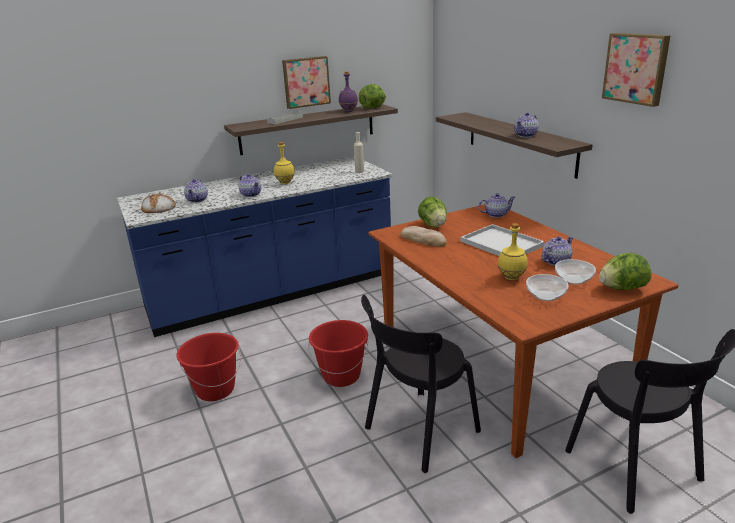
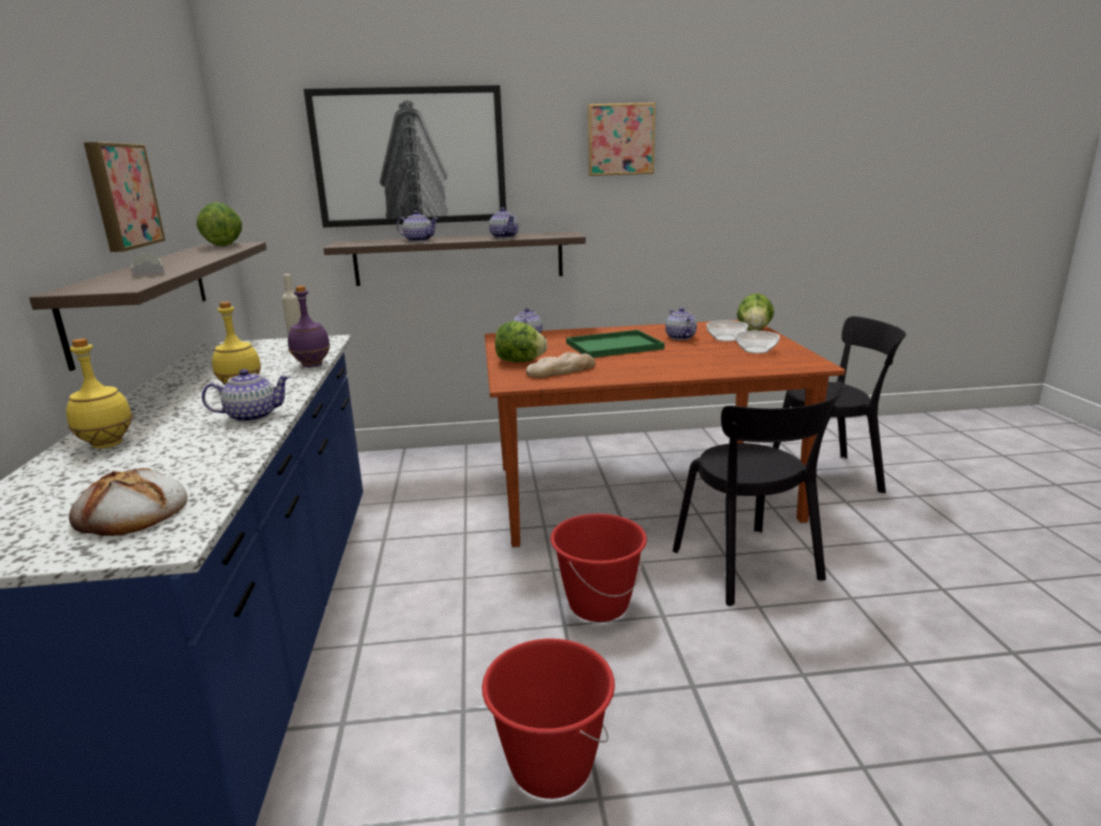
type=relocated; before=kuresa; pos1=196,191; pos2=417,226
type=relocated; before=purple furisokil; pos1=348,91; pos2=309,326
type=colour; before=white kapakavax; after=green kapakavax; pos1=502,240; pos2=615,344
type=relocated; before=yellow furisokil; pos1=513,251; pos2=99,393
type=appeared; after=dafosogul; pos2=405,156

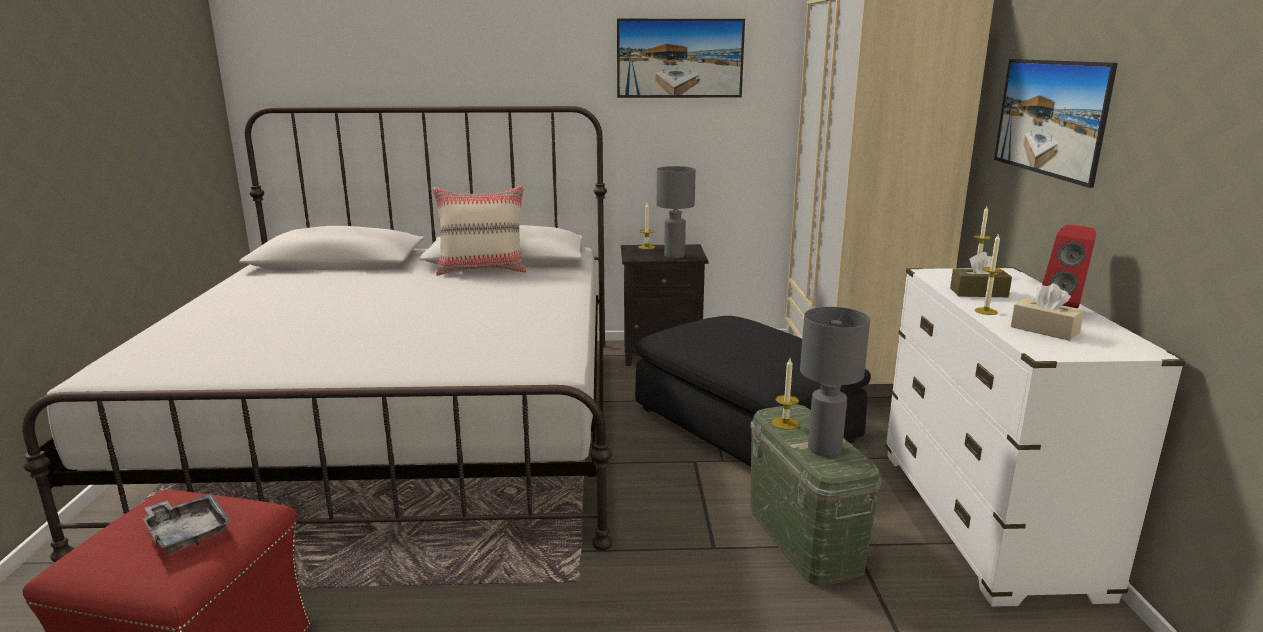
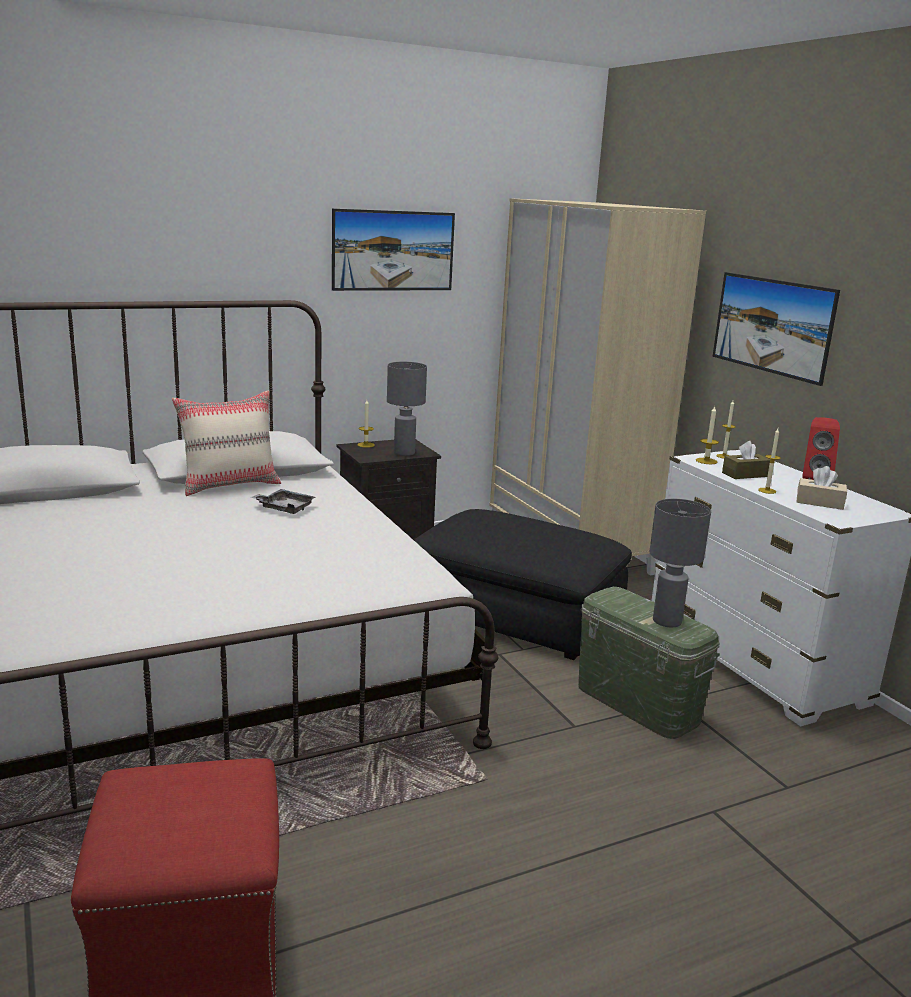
type=relocated; before=grey kapakavax; pos1=186,523; pos2=283,501
type=relocated; before=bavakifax; pos1=785,394; pos2=707,435

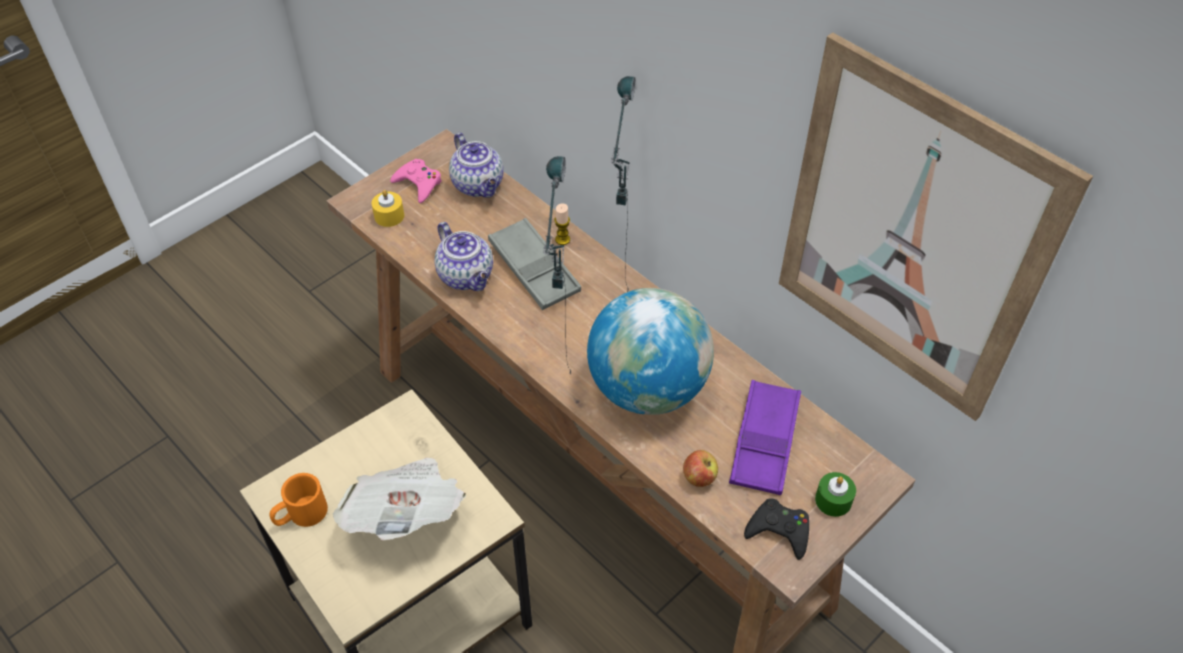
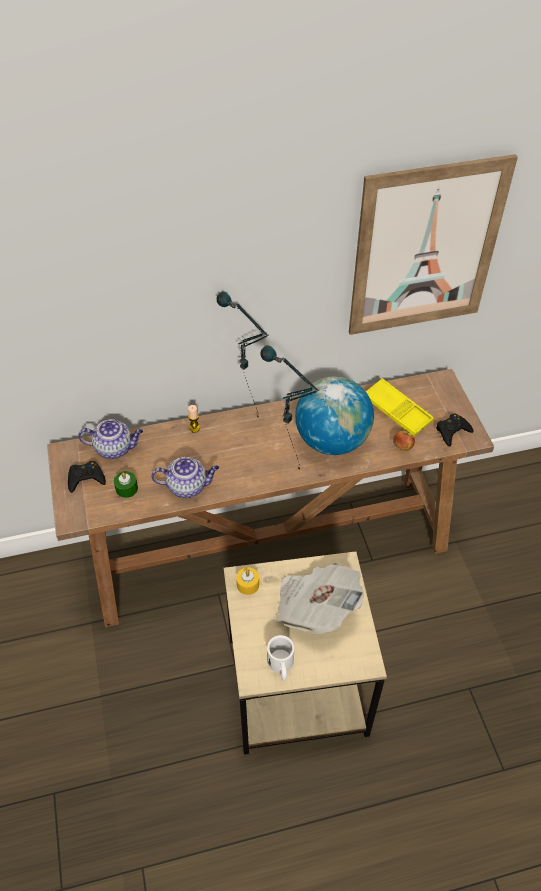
type=colour; before=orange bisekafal; after=white bisekafal; pos1=299,500; pos2=281,658
type=relocated; before=yellow bavakifax; pos1=388,208; pos2=247,581
type=colour; before=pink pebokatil; after=black pebokatil; pos1=416,181; pos2=87,477
type=missing; before=grey kapakavax; pos1=534,264
type=colour; before=purple kapakavax; after=yellow kapakavax; pos1=765,437; pos2=400,407
type=relocated; before=green bavakifax; pos1=835,494; pos2=126,484

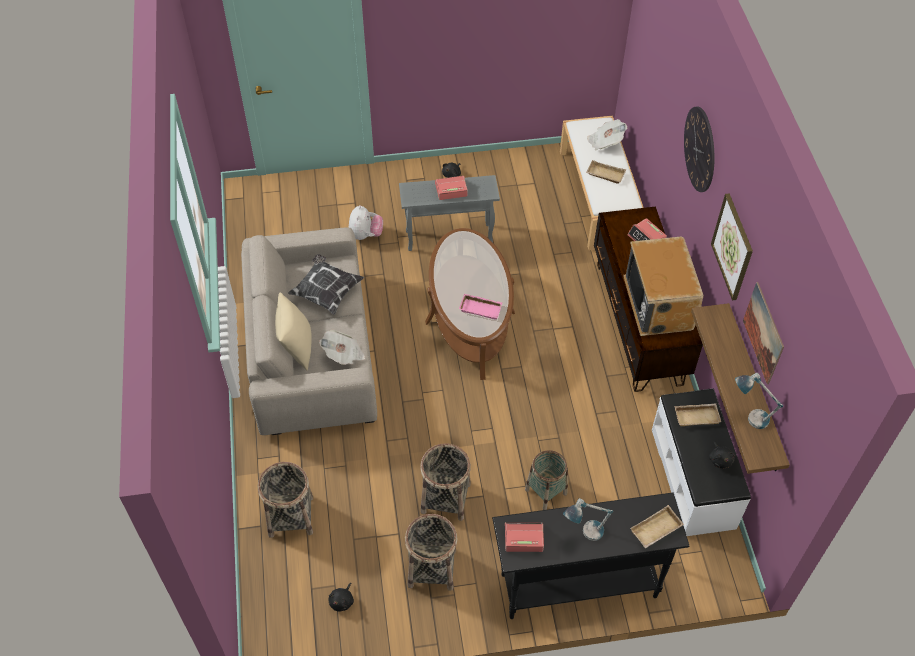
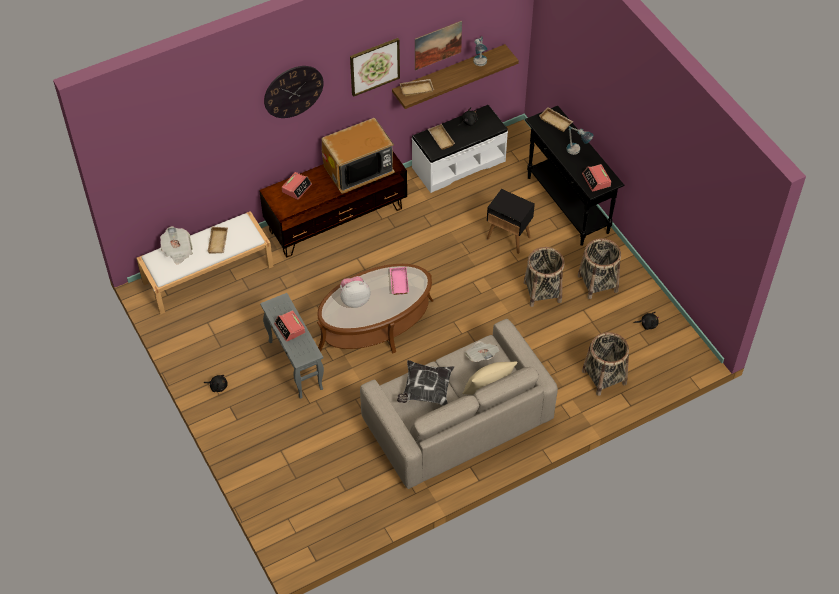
type=relocated; before=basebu; pos1=366,222; pos2=355,292
type=exchanged; before=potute; after=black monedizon; pos1=546,480; pos2=511,221
type=appeared; after=beige kapakavax; pos2=417,87

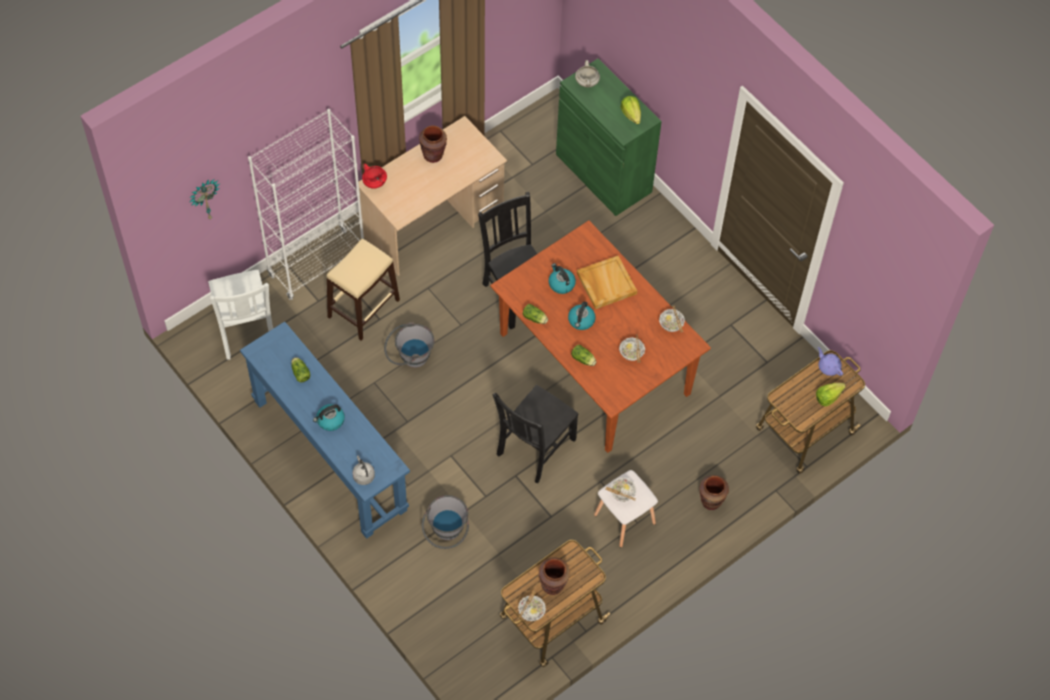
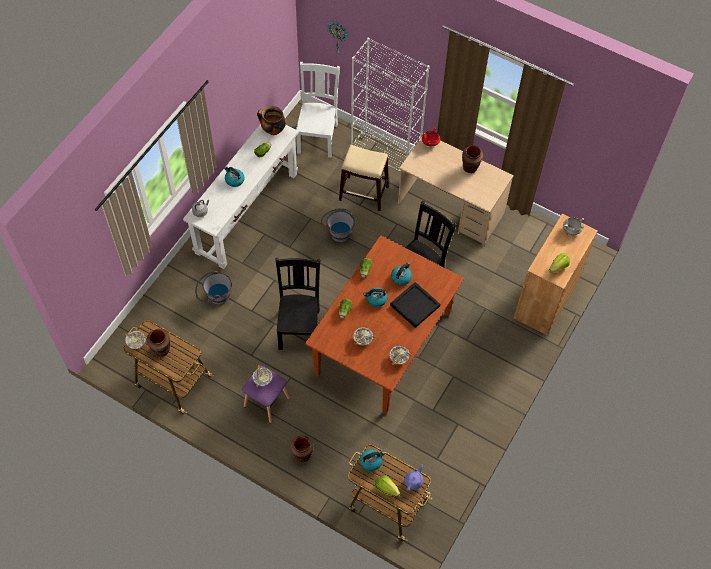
type=spun; before=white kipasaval; pos1=240,315; pos2=318,110; turn=135
type=colour; before=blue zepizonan; after=white zepizonan; pos1=325,430; pos2=241,196
type=spun; before=black kipasaval; pos1=535,434; pos2=297,304; turn=75
type=colour; before=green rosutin; after=brown rosutin; pos1=609,137; pos2=556,274
type=colour; before=beige kapakavax; after=black kapakavax; pos1=607,282; pos2=415,305
type=colour; before=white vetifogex; after=purple vetifogex; pos1=626,508; pos2=266,394
type=appeared; after=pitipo; pos2=271,120
type=appeared; after=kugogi; pos2=372,460

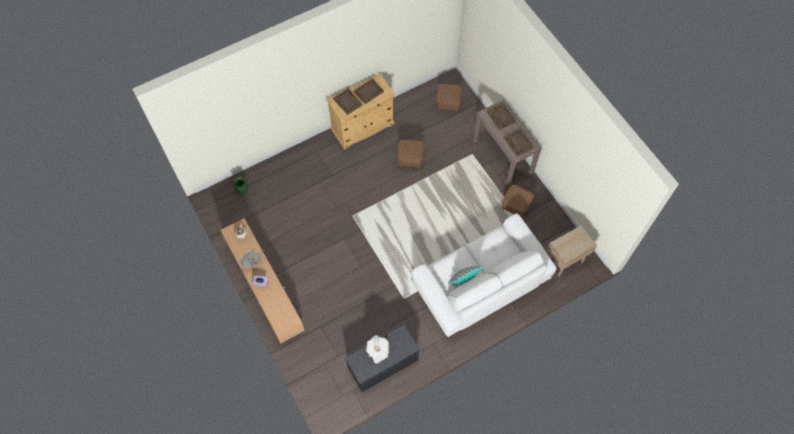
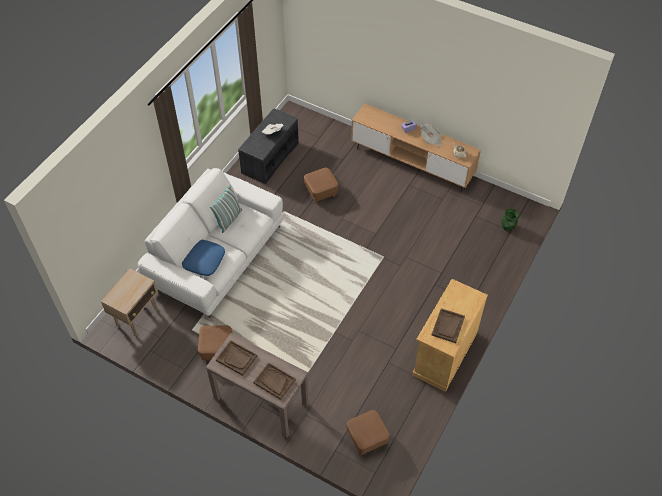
type=missing; before=brown kapakavax; pos1=348,102
type=relocated; before=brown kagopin; pos1=410,153; pos2=321,185
type=appeared; after=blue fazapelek; pos2=203,258

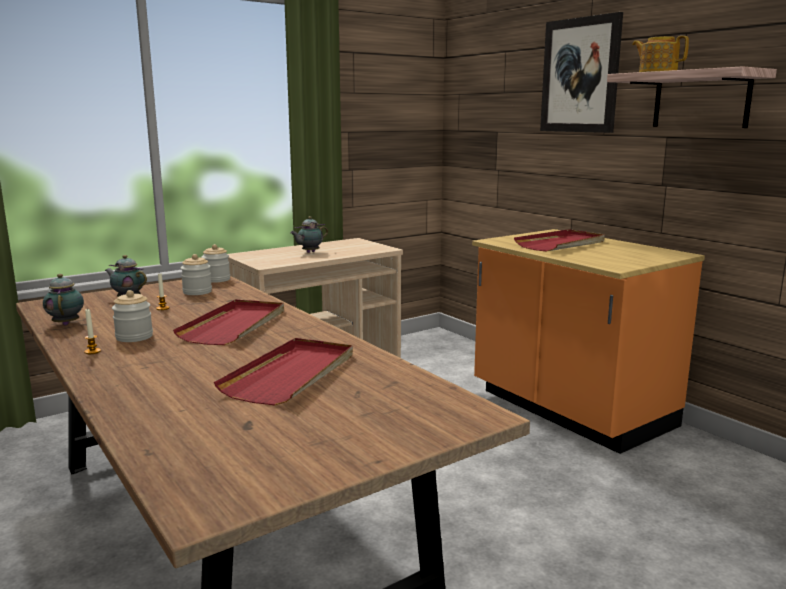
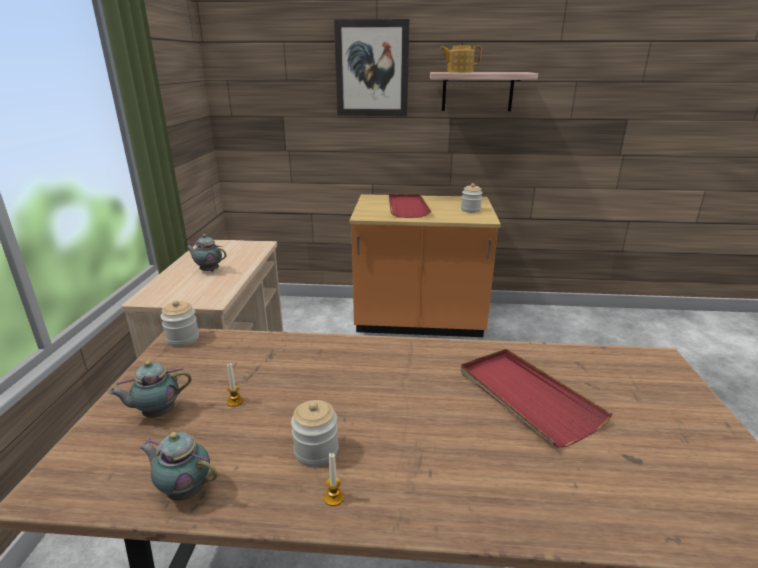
type=missing; before=red kapakavax; pos1=228,322
type=relocated; before=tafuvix; pos1=196,274; pos2=471,198
type=spun; before=kuresa; pos1=309,234; pos2=206,253; turn=105

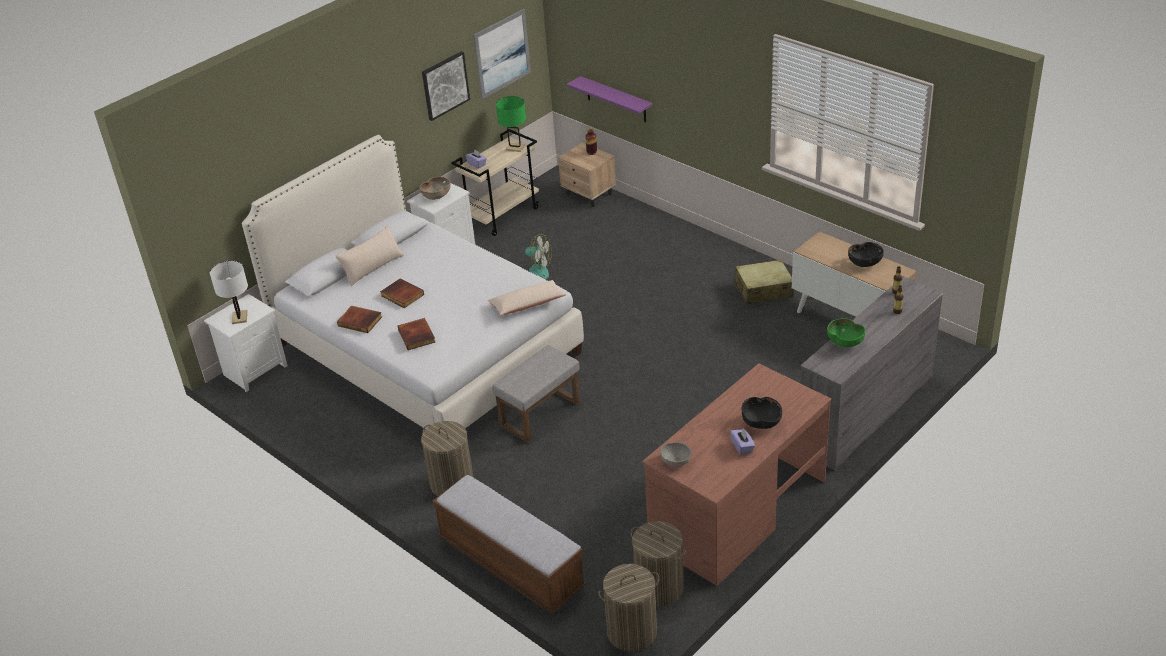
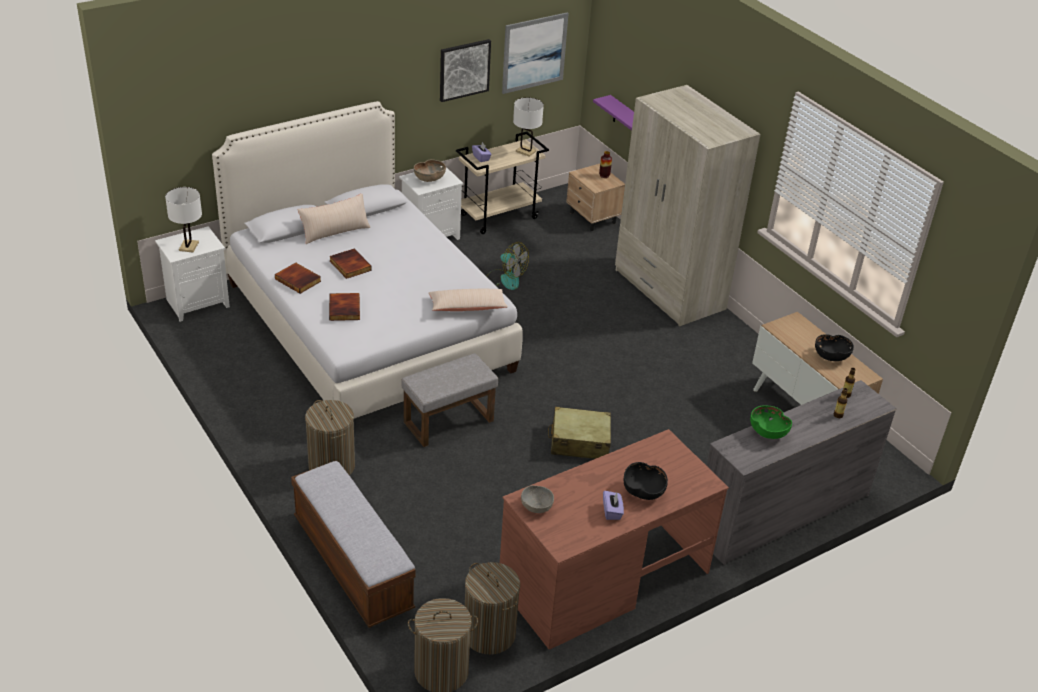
type=colour; before=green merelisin; after=white merelisin; pos1=511,124; pos2=528,127
type=relocated; before=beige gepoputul; pos1=764,282; pos2=579,433
type=appeared; after=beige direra; pos2=688,205

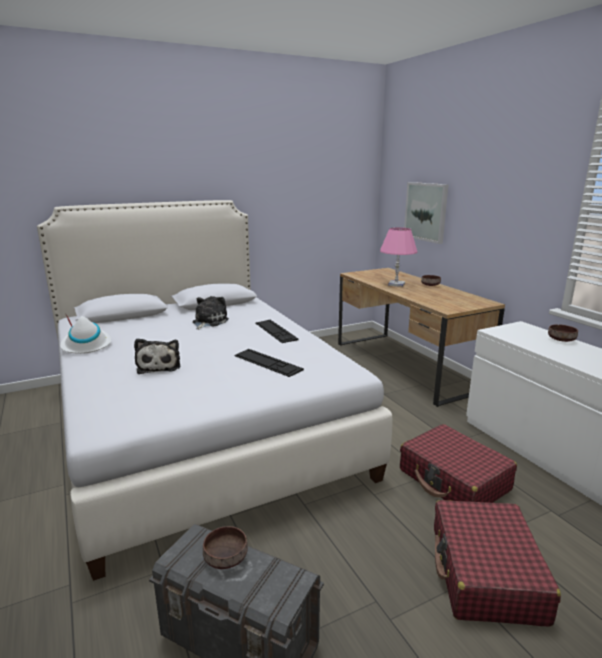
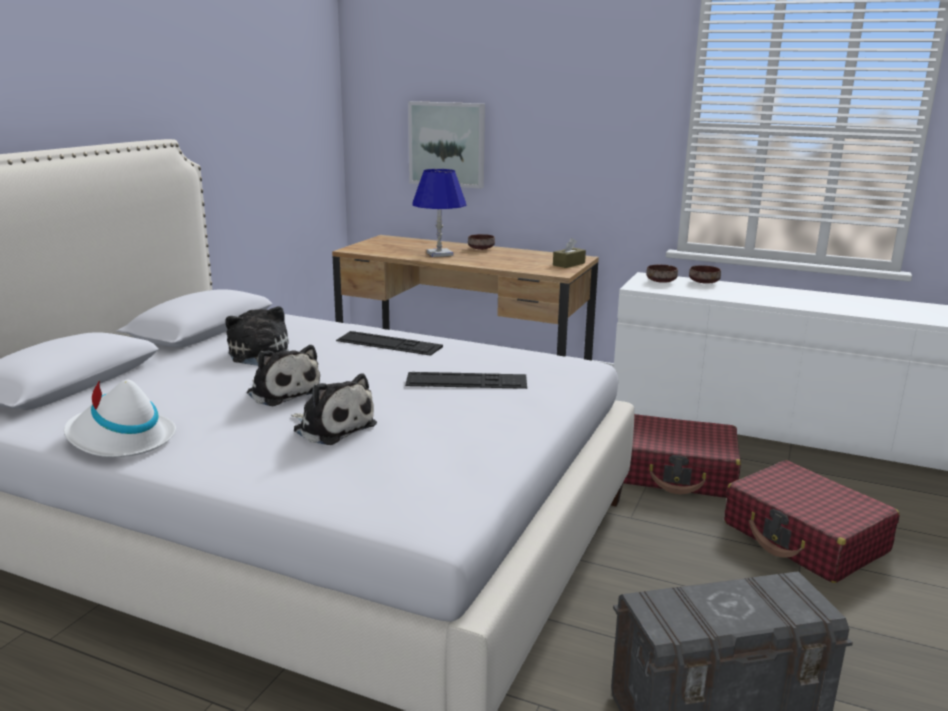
type=relocated; before=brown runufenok; pos1=225,547; pos2=662,274
type=colour; before=pink merelisin; after=blue merelisin; pos1=399,257; pos2=439,213
type=appeared; after=basebu; pos2=283,375
type=appeared; after=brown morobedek; pos2=569,253

